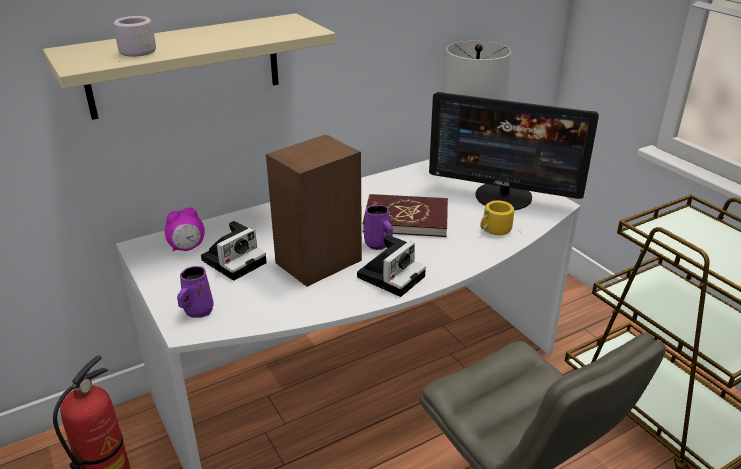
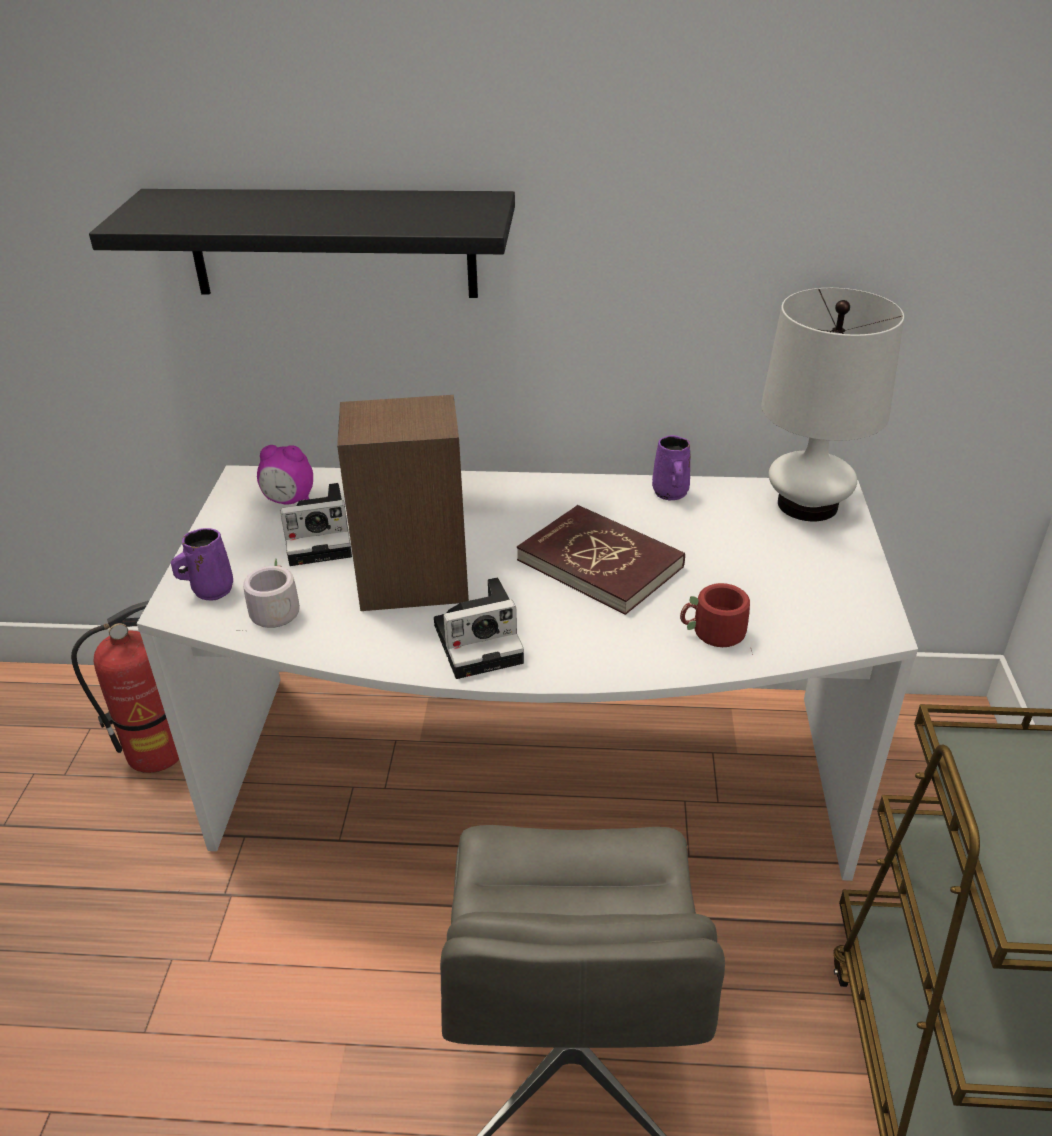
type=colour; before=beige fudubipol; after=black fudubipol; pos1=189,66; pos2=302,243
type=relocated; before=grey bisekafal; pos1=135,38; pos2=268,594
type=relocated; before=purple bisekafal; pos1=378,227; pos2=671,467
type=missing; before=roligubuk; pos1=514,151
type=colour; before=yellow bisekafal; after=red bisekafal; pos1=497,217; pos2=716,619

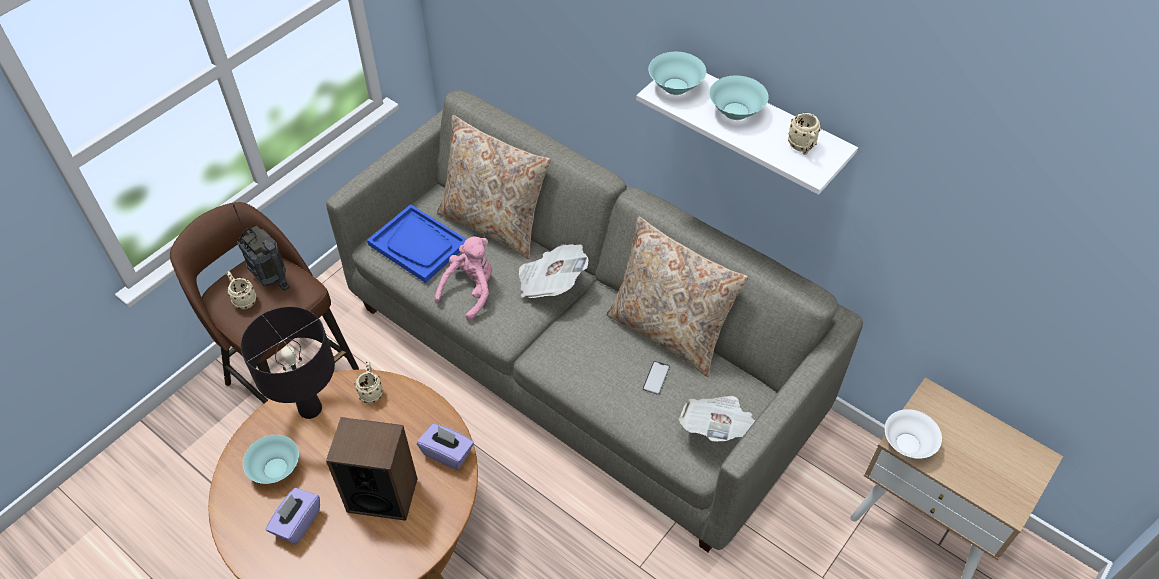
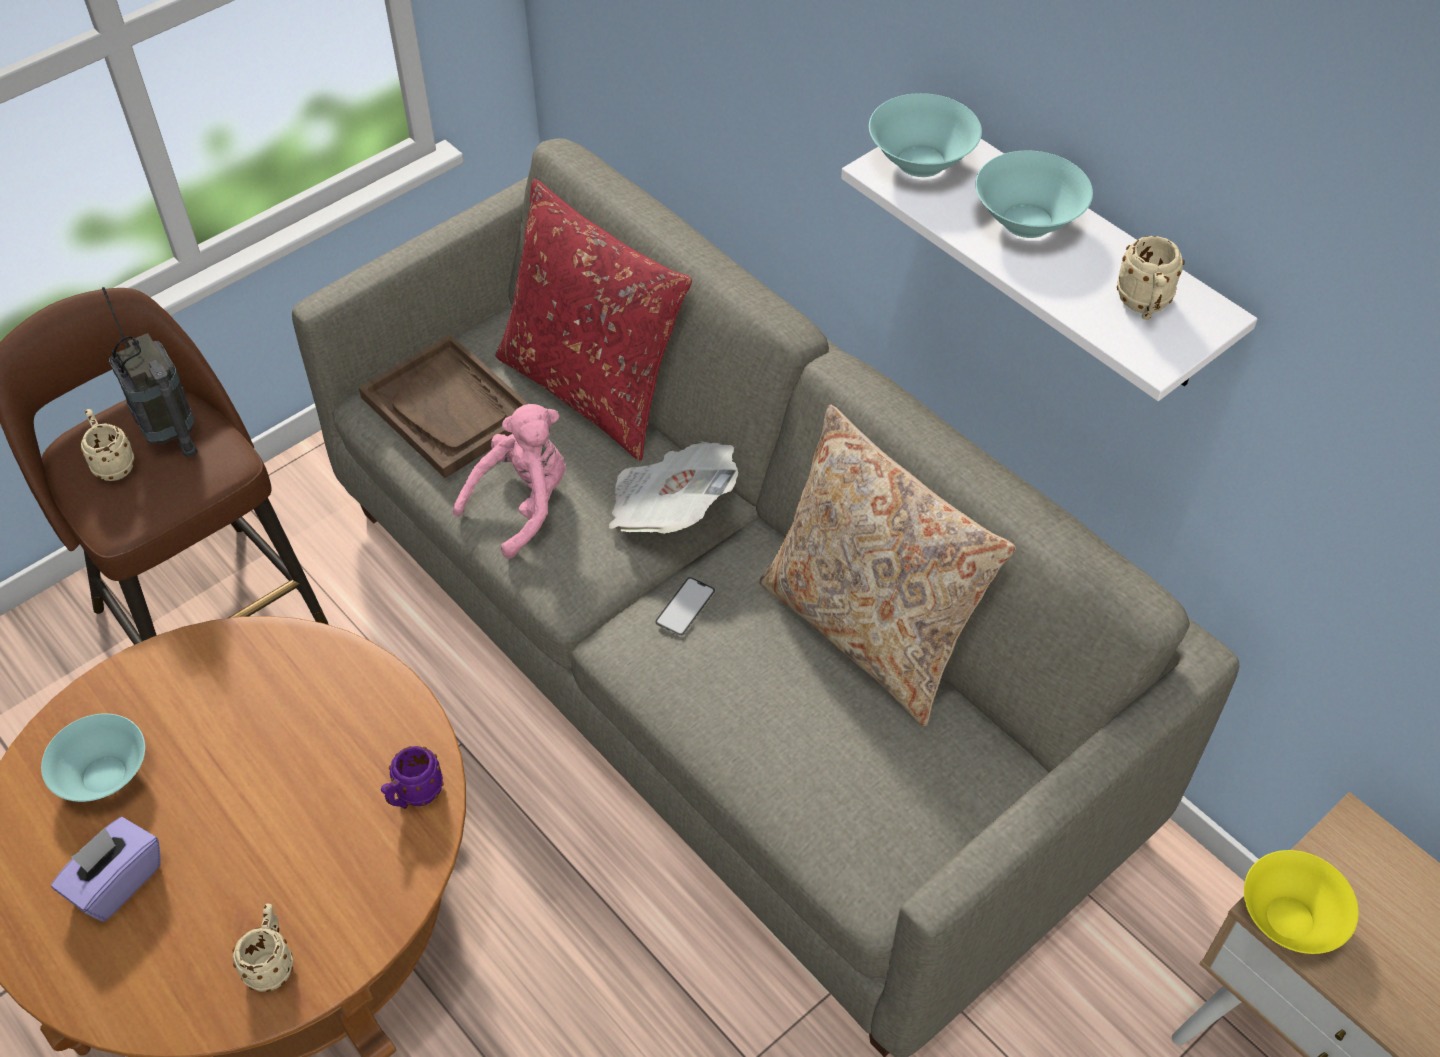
type=missing; before=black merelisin; pos1=288,363
type=missing; before=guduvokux; pos1=372,469
type=relocated; before=beige bisekafal; pos1=369,382; pos2=263,947
type=colour; before=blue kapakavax; after=brown kapakavax; pos1=417,243; pos2=443,406
type=exchanged; before=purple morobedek; after=purple bisekafal; pos1=445,446; pos2=412,777
type=colour; before=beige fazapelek; after=red fazapelek; pos1=494,187; pos2=593,320
type=relocated; before=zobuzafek; pos1=656,378; pos2=685,606
type=missing; before=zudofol; pos1=717,419
type=colour; before=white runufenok; after=yellow runufenok; pos1=913,434; pos2=1301,902

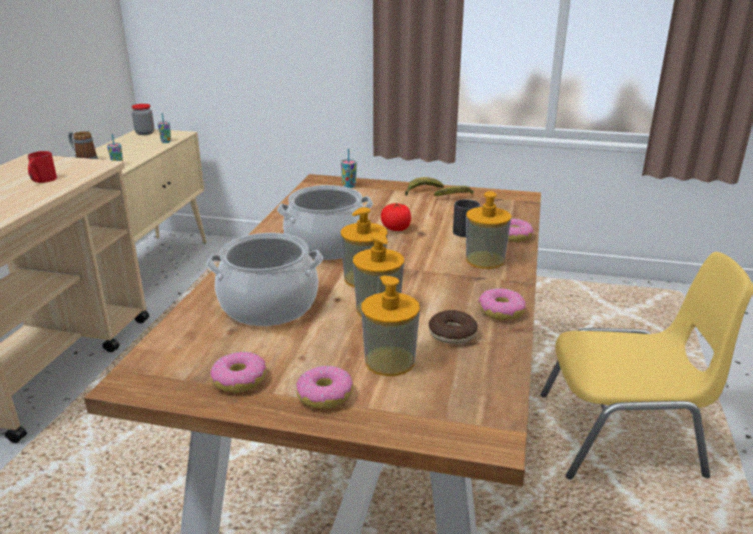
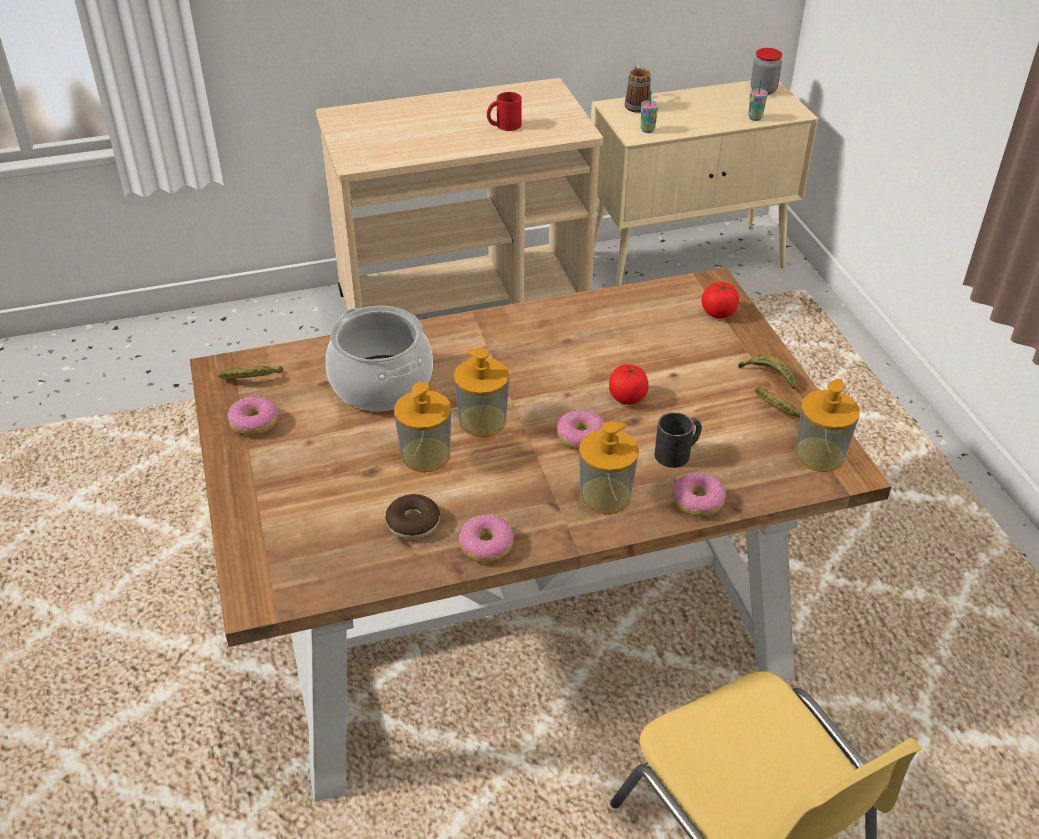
type=missing; before=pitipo; pos1=325,222
type=relocated; before=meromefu; pos1=324,387; pos2=581,430
type=exchanged; before=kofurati; after=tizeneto; pos1=349,168; pos2=720,300
type=relocated; before=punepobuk; pos1=390,326; pos2=827,425
type=appeared; after=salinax; pos2=250,372

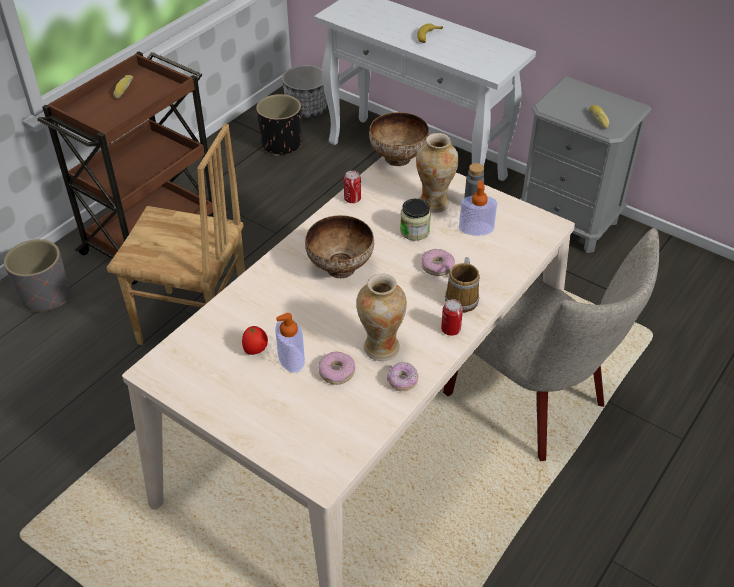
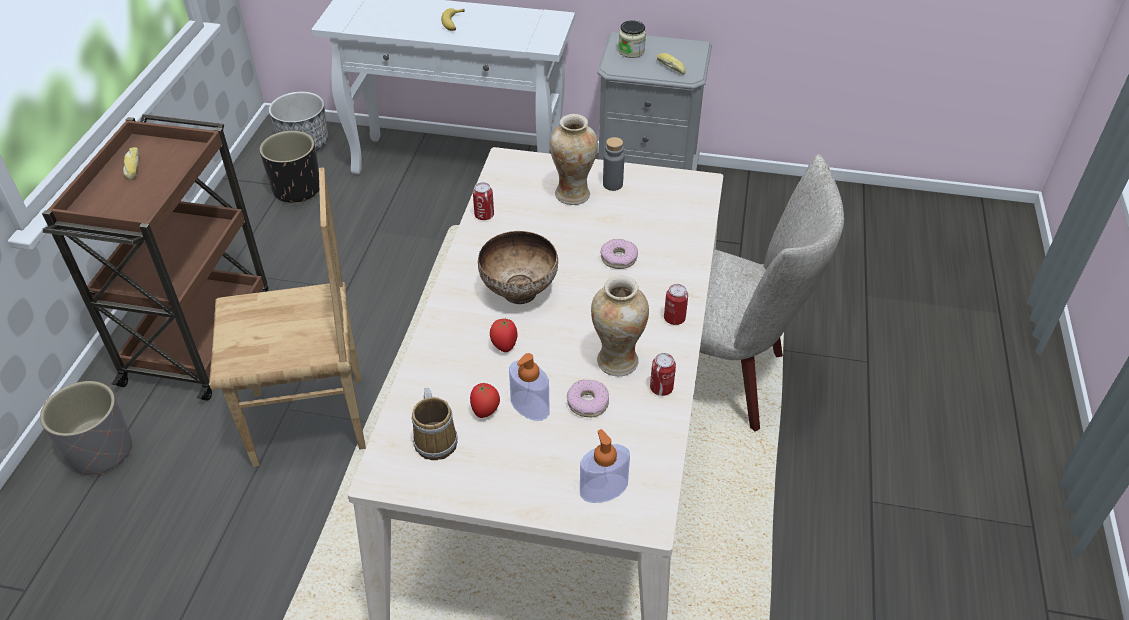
type=missing; before=runufenok; pos1=399,139
type=exchanged; before=meromefu; after=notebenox; pos1=402,376; pos2=663,374
type=relocated; before=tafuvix; pos1=415,220; pos2=632,39
type=relocated; before=bisekafal; pos1=462,285; pos2=434,424
type=relocated; before=punepobuk; pos1=478,208; pos2=605,466
type=appeared; after=tizeneto; pos2=503,335

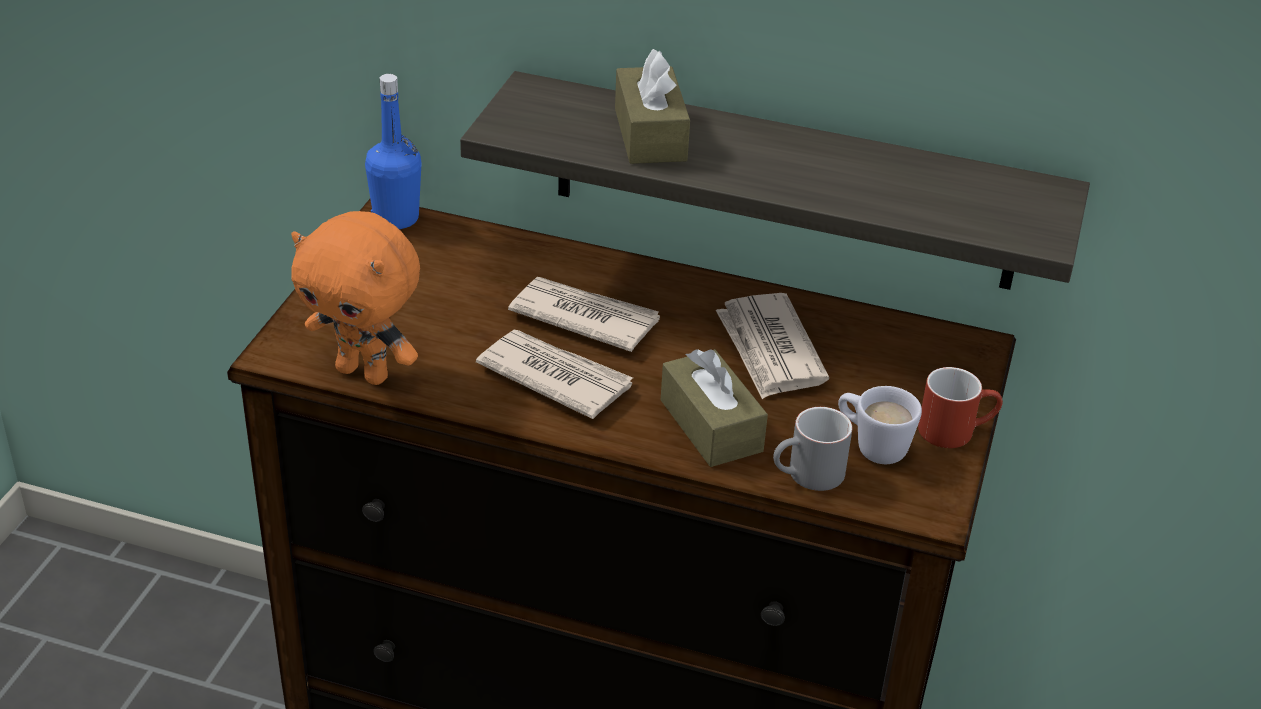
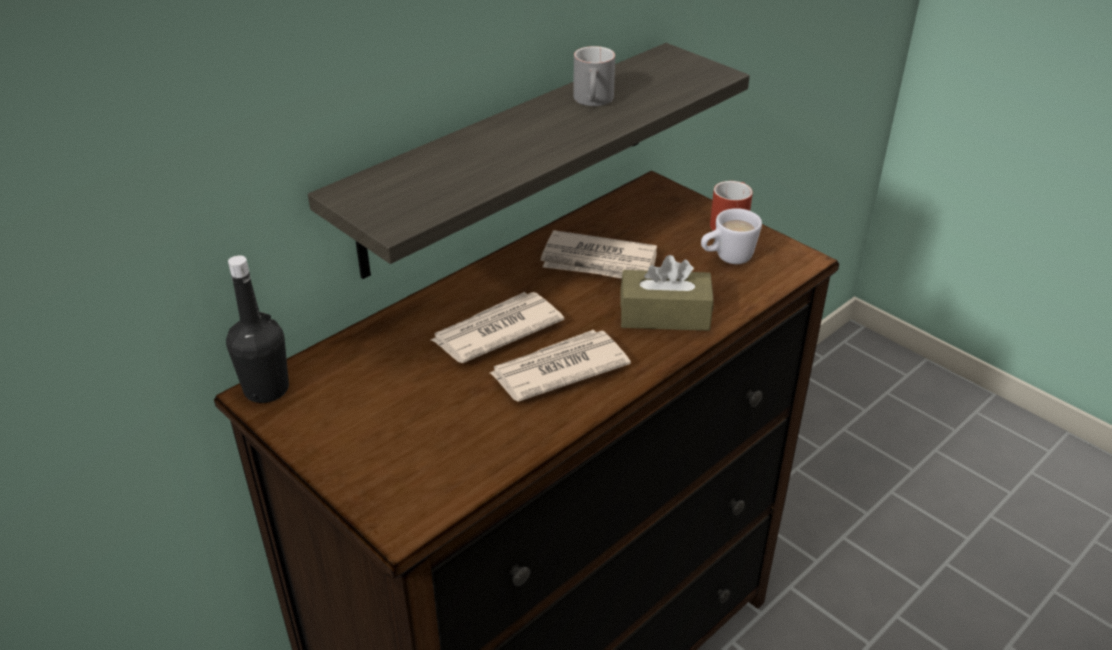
type=missing; before=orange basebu; pos1=355,298
type=colour; before=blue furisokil; after=black furisokil; pos1=393,151; pos2=257,329
type=missing; before=brown morobedek; pos1=652,106
type=relocated; before=grey bisekafal; pos1=812,449; pos2=594,76

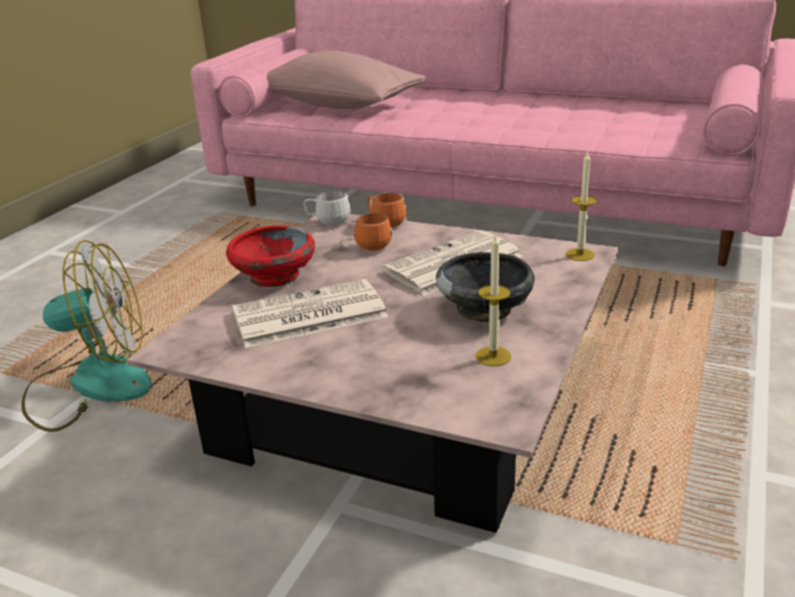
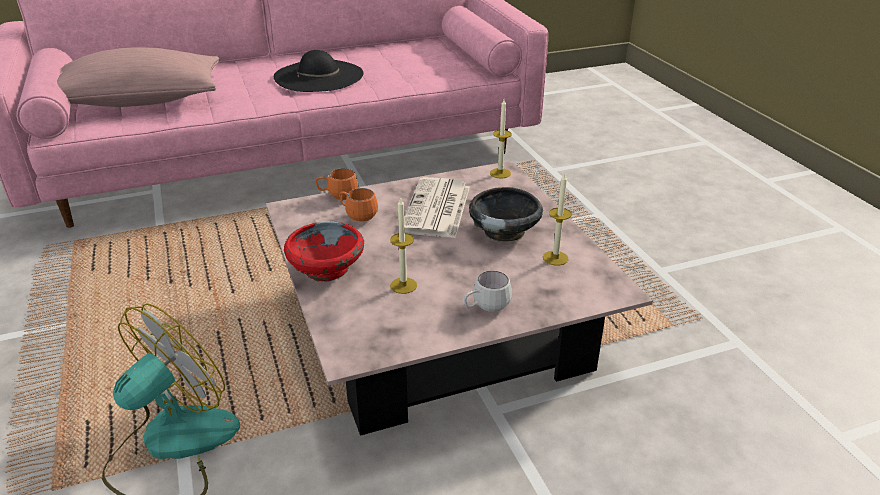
type=exchanged; before=zudofol; after=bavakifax; pos1=310,313; pos2=403,245
type=relocated; before=white bisekafal; pos1=326,208; pos2=488,291
type=appeared; after=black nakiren; pos2=318,71

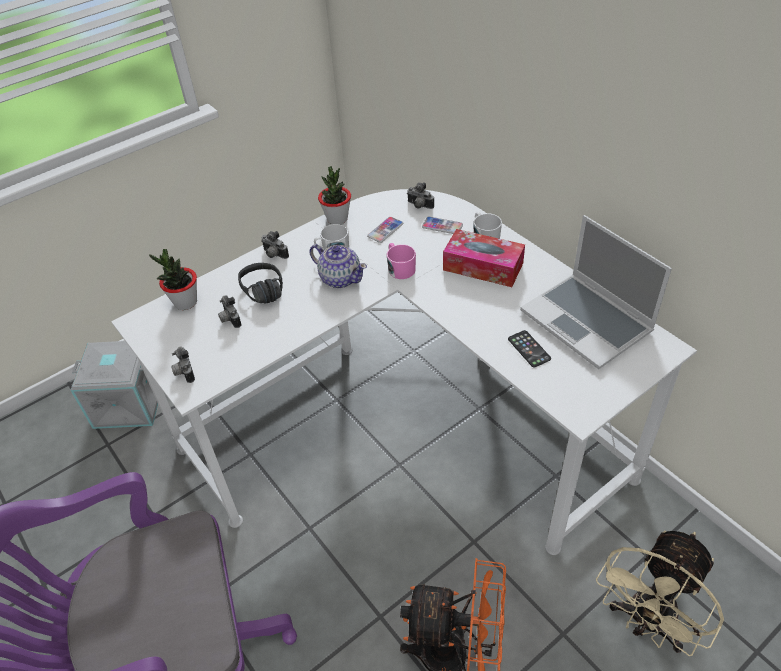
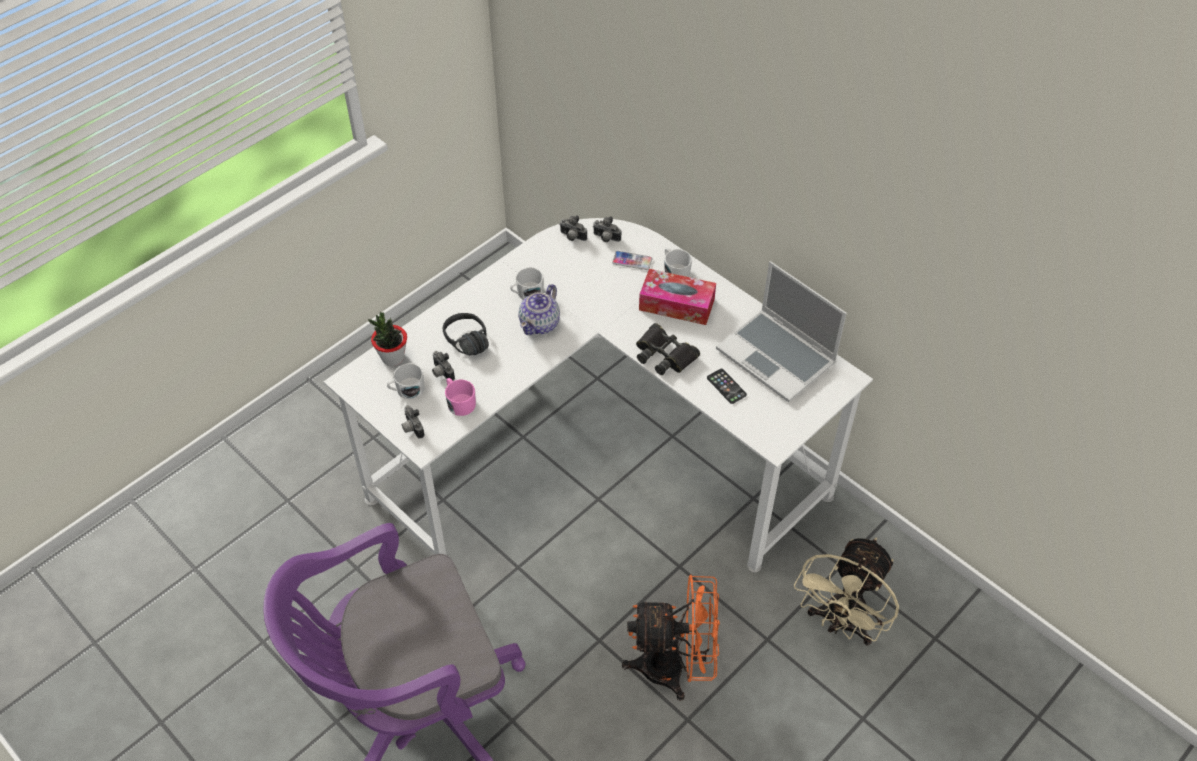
type=missing; before=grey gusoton; pos1=114,385
type=relocated; before=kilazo; pos1=275,245; pos2=573,228
type=spun; before=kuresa; pos1=338,266; pos2=539,309; turn=90
type=missing; before=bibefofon; pos1=334,195
type=missing; before=zobuzafek; pos1=385,230
type=relocated; before=pink bisekafal; pos1=401,261; pos2=460,397
type=appeared; after=white bisekafal; pos2=406,381
type=appeared; after=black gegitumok; pos2=668,349

